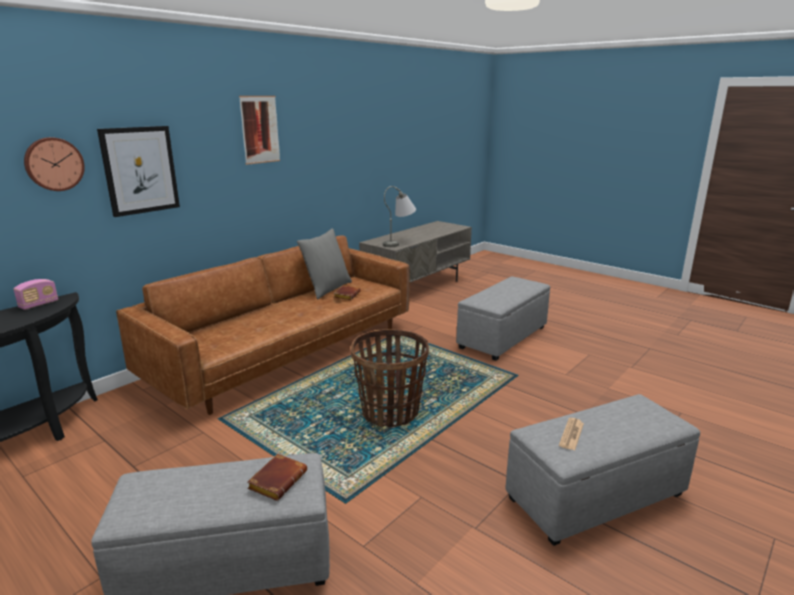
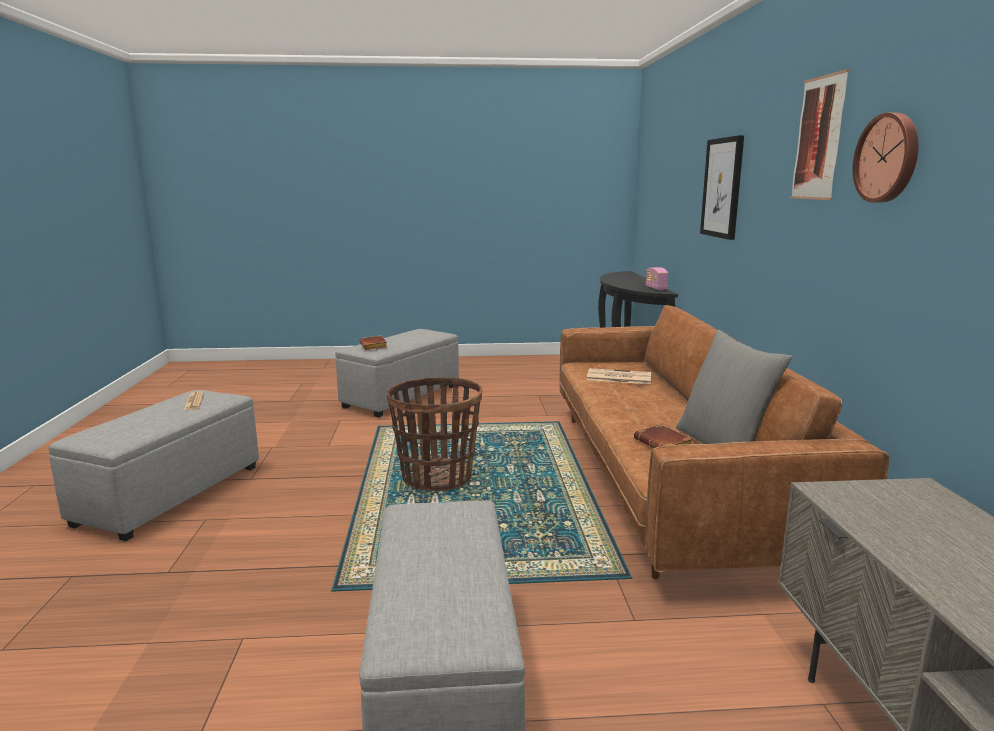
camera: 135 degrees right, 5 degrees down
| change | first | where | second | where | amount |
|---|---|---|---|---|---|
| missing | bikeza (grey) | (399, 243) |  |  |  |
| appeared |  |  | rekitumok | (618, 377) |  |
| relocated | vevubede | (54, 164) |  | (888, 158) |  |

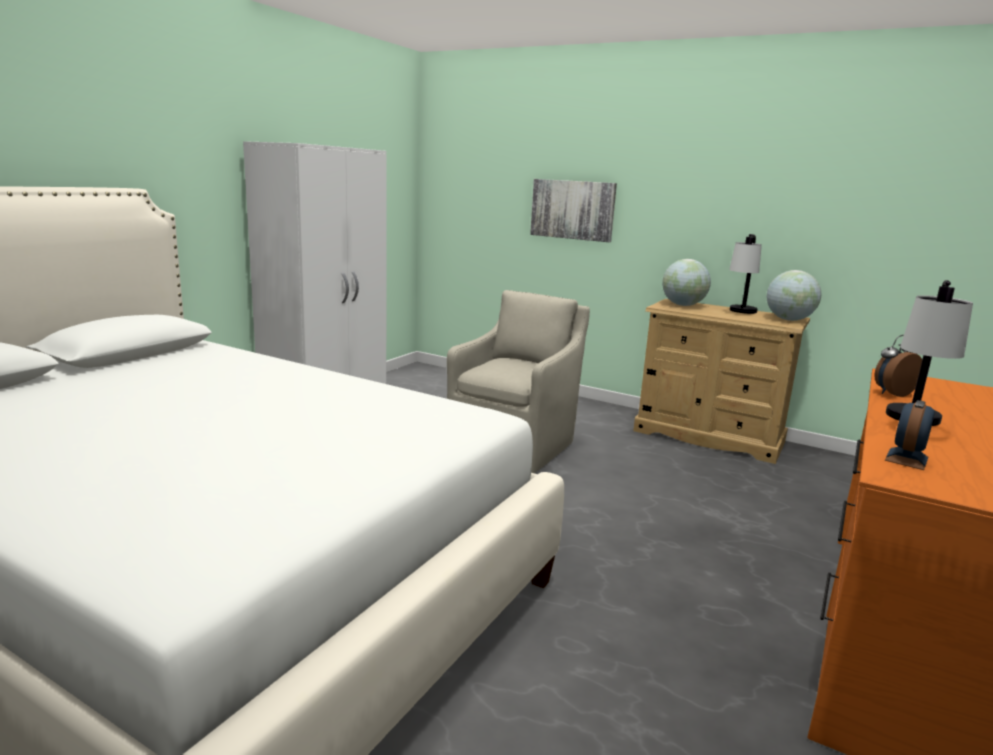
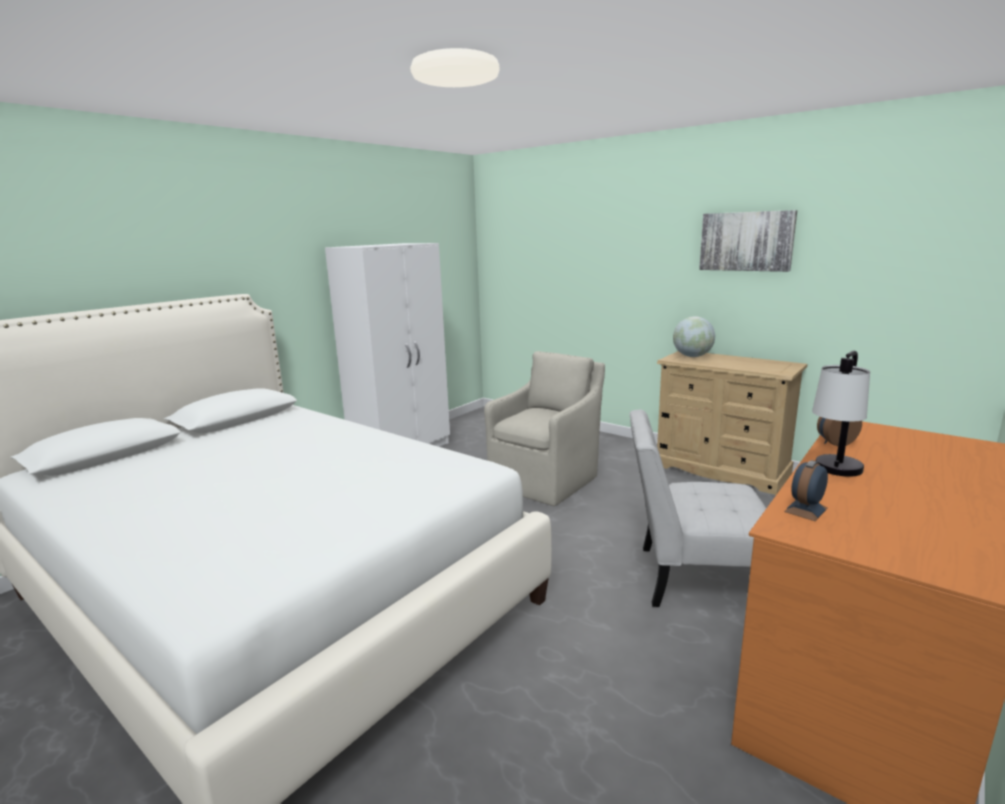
camera: 10 degrees right, 0 degrees up
| change | first | where | second | where | amount |
|---|---|---|---|---|---|
| missing | bikeza | (740, 313) |  |  |  |
| missing | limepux | (788, 320) |  |  |  |
| appeared |  |  | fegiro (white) | (691, 577) |  |
| relocated | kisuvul | (572, 209) |  | (746, 241) |  |

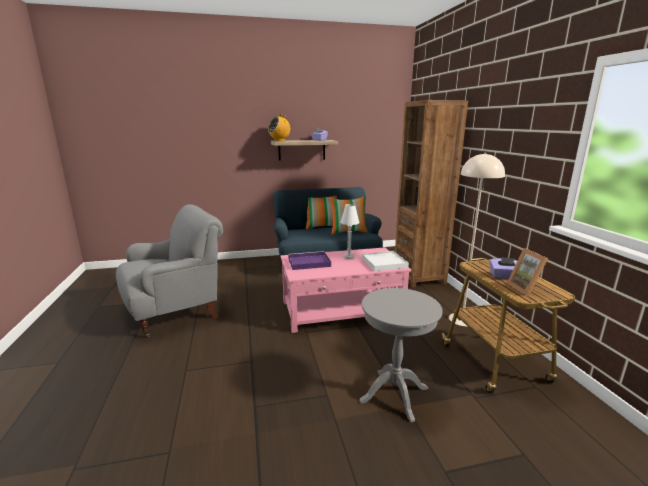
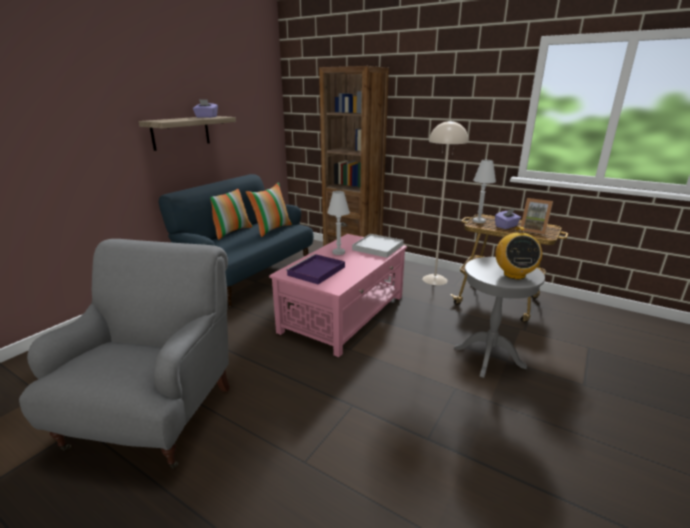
camera: 45 degrees left, 5 degrees up
| change | first | where | second | where | amount |
|---|---|---|---|---|---|
| appeared |  |  | bikeza (white) | (478, 221) |  |
| relocated | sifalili | (279, 141) |  | (514, 274) |  |

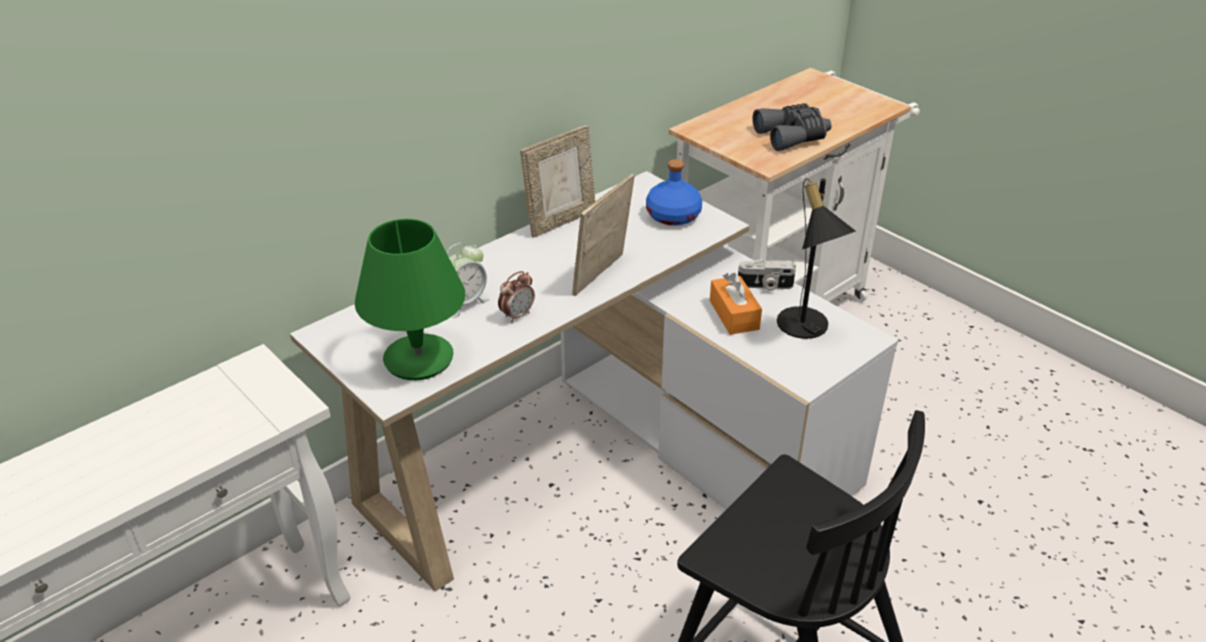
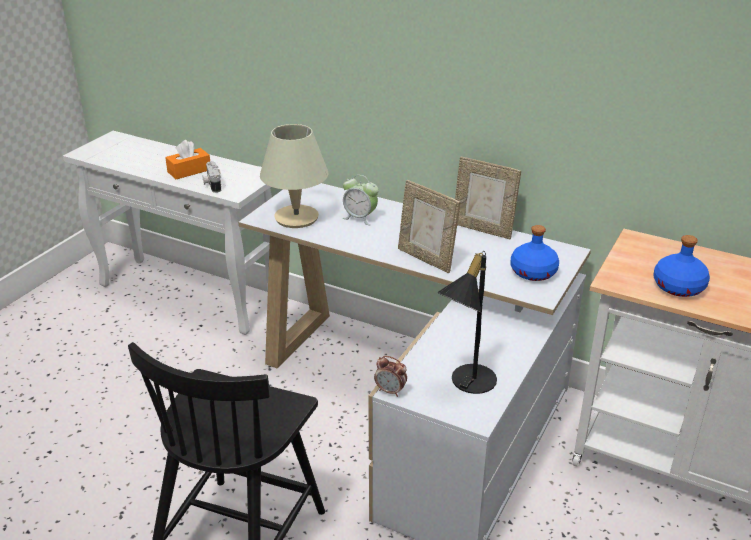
camera: 70 degrees right, 5 degrees down
| change | first | where | second | where | amount |
|---|---|---|---|---|---|
| relocated | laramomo | (517, 315) |  | (390, 391) |  |
| relocated | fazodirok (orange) | (734, 315) |  | (189, 171) |  |
| relocated | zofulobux | (765, 286) |  | (212, 184) |  |
| exchanged | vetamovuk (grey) | (793, 136) | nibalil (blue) | (678, 287) |  |
| colour | bikeza (green) | (418, 359) | bikeza (beige) | (296, 217) |  |
| spun | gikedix | (603, 276) |  | (426, 259) | 150 degrees counterclockwise |

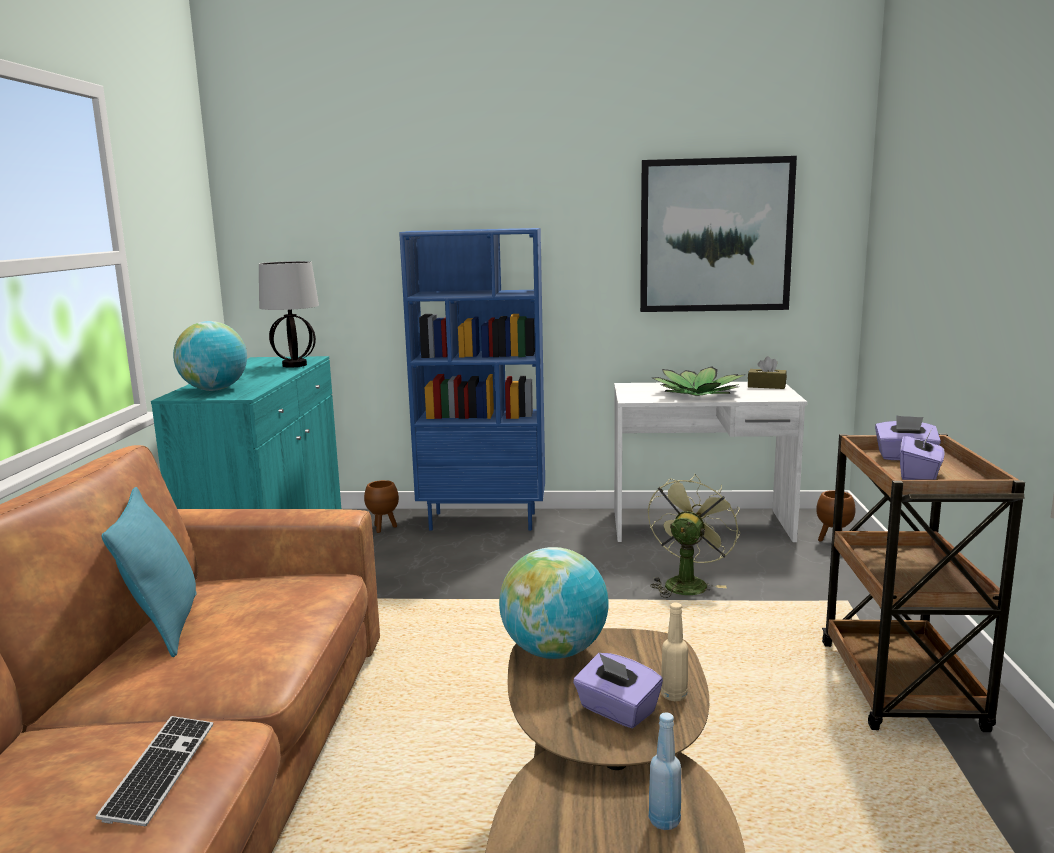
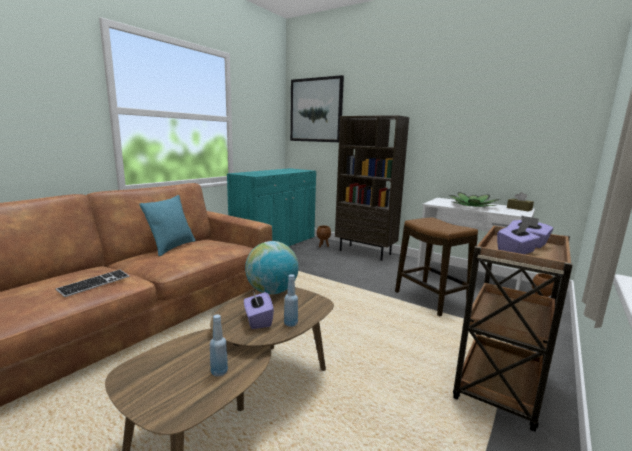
camera: 30 degrees right, 0 degrees up
| change | first | where | second | where | amount |
|---|---|---|---|---|---|
| missing | limepux | (214, 389) |  |  |  |
| missing | bikeza | (293, 365) |  |  |  |
| relocated | kisuvul | (715, 235) |  | (316, 110) |  |
| exchanged | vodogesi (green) | (687, 583) | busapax | (430, 299) |  |
| colour | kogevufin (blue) | (484, 521) | kogevufin (brown) | (365, 252) |  |
| colour | nibalil (beige) | (674, 695) | nibalil (blue) | (291, 323) |  |

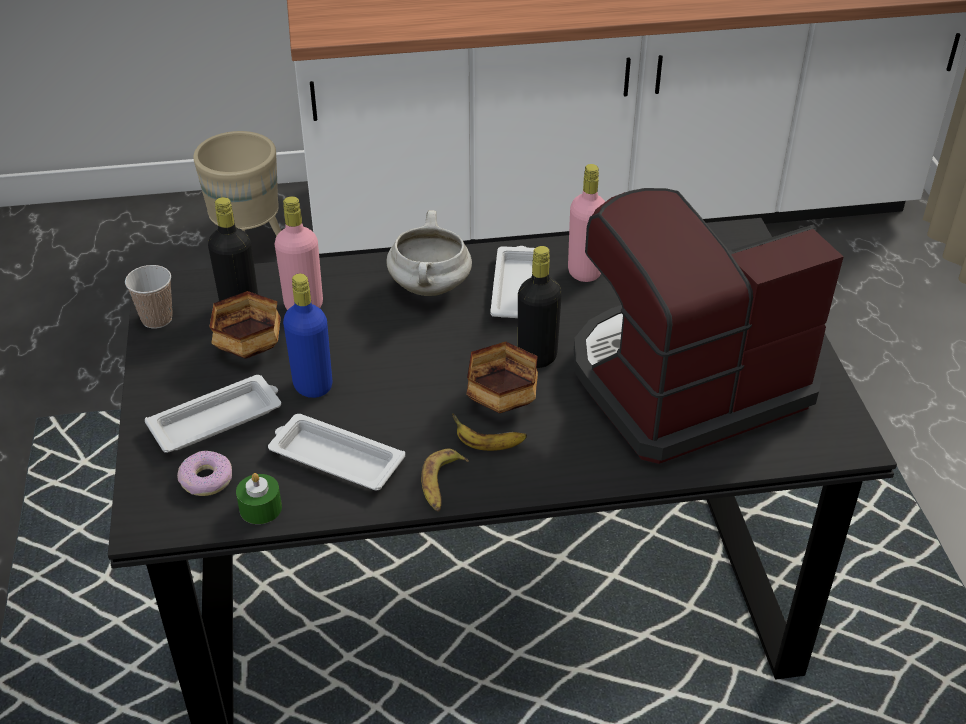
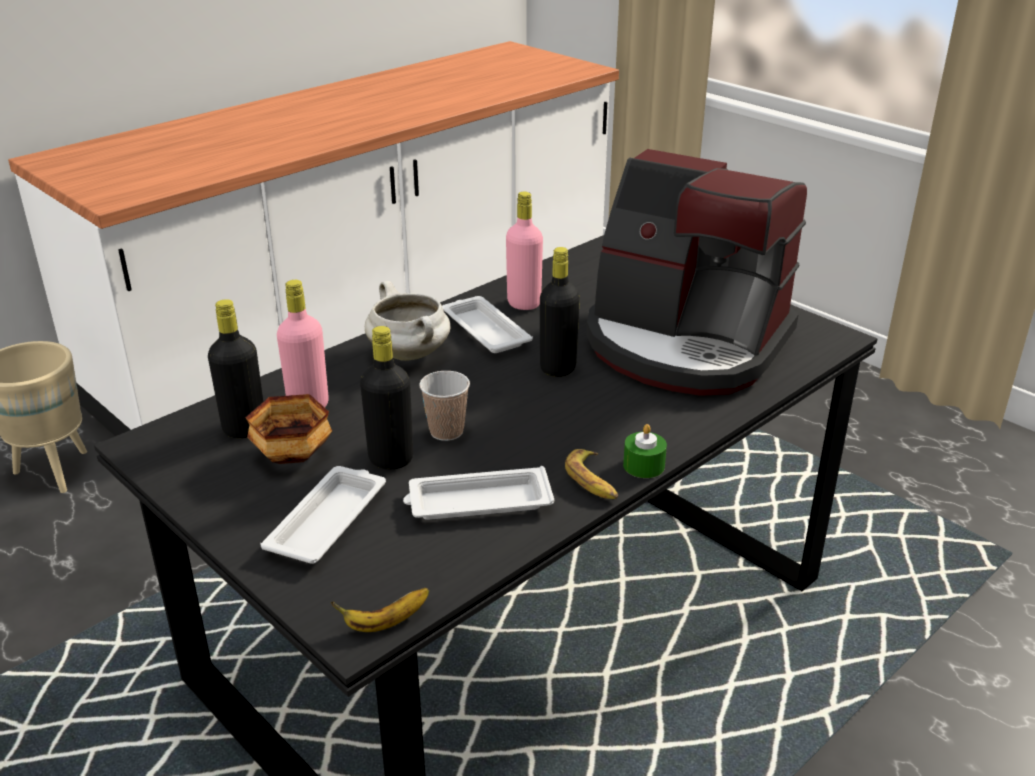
camera: 35 degrees left, 10 degrees down
| change | first | where | second | where | amount |
|---|---|---|---|---|---|
| missing | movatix | (206, 480) |  |  |  |
| missing | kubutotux | (500, 400) |  |  |  |
| relocated | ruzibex | (157, 319) |  | (446, 431) |  |
| relocated | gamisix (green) | (260, 508) |  | (644, 465) |  |
| relocated | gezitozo | (487, 446) |  | (385, 623) |  |
| colour | nibalil (blue) | (313, 386) | nibalil (black) | (391, 459) |  |
| spun | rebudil | (684, 383) |  | (685, 344) | 90 degrees counterclockwise |

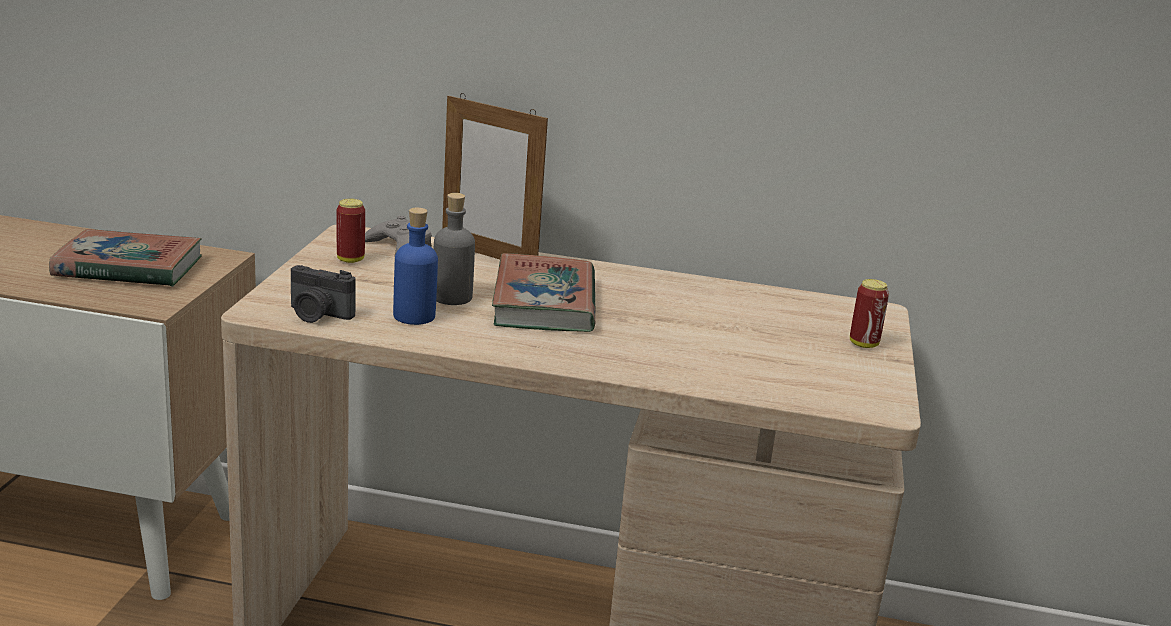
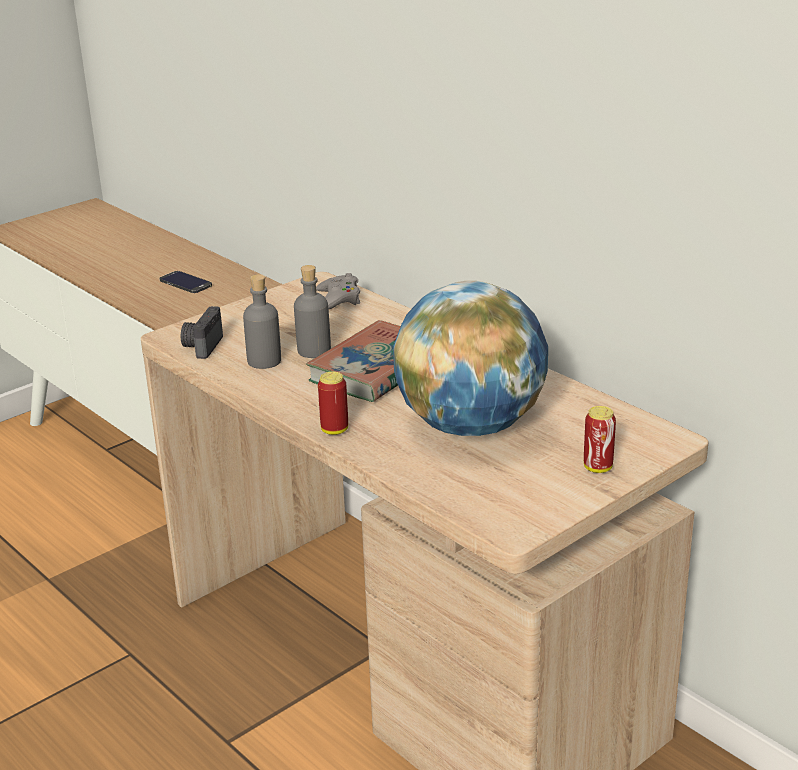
camera: 40 degrees right, 5 degrees up
| change | first | where | second | where | amount |
|---|---|---|---|---|---|
| missing | gikedix | (488, 255) |  |  |  |
| appeared |  |  | limepux | (471, 426) |  |
| relocated | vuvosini | (350, 259) |  | (334, 430) |  |
| exchanged | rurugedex | (128, 267) | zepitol | (185, 283) |  |
| colour | nibalil (blue) | (414, 316) | nibalil (grey) | (264, 361) |  |
| spun | zofulobux | (317, 315) |  | (202, 346) | 45 degrees clockwise |

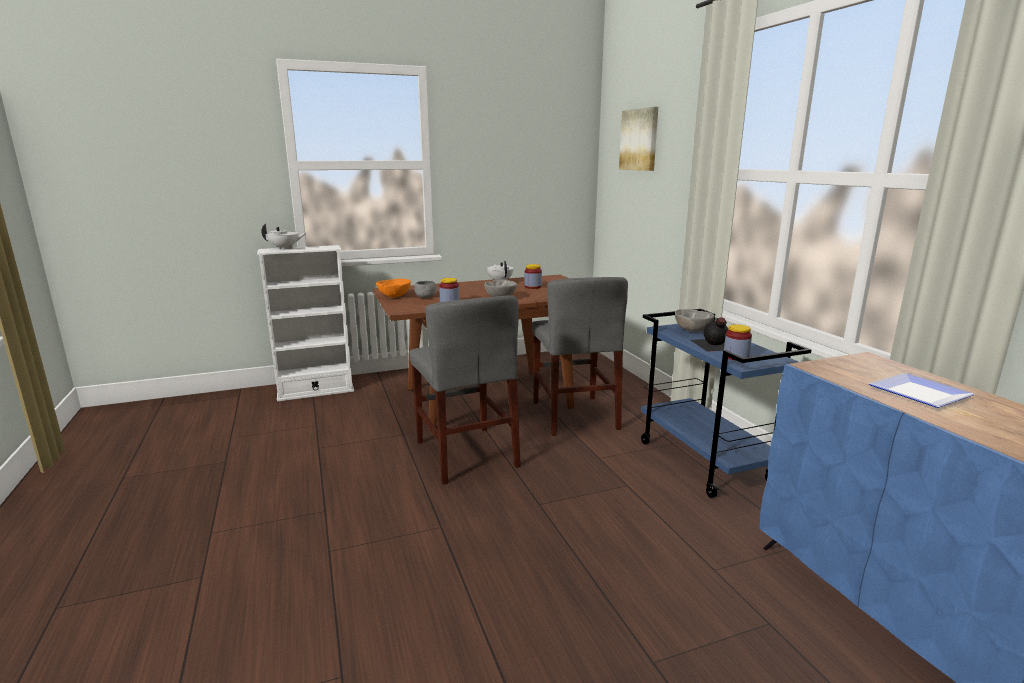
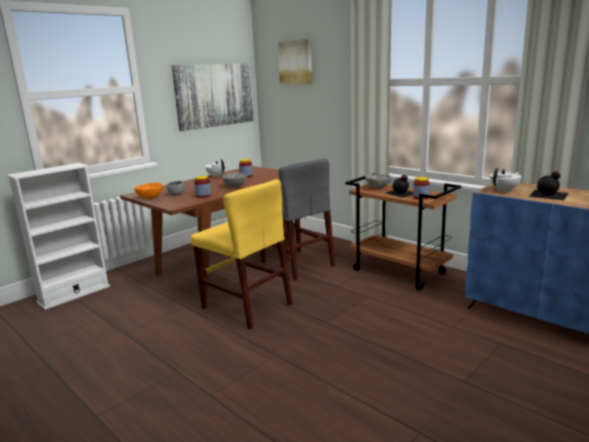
camera: 25 degrees left, 0 degrees up
| change | first | where | second | where | amount |
|---|---|---|---|---|---|
| appeared |  |  | kisuvul | (214, 95) |  |
| relocated | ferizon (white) | (285, 248) |  | (504, 190) |  |
| exchanged | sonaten | (920, 395) | nibalil (black) | (549, 195) |  |
| colour | fegiro (grey) | (466, 453) | fegiro (yellow) | (246, 306) |  |
| colour | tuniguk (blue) | (705, 462) | tuniguk (brown) | (399, 272) |  |

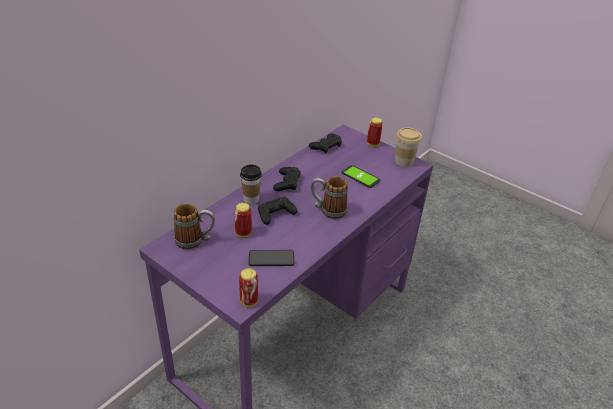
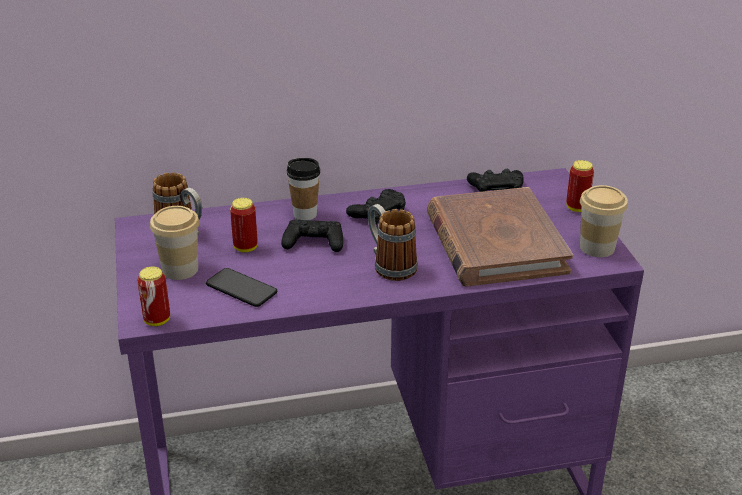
camera: 40 degrees right, 5 degrees down
| change | first | where | second | where | amount |
|---|---|---|---|---|---|
| appeared |  |  | ruzibex | (180, 269) |  |
| exchanged | zepitol | (360, 177) | rurugedex (brown) | (495, 243) |  |

